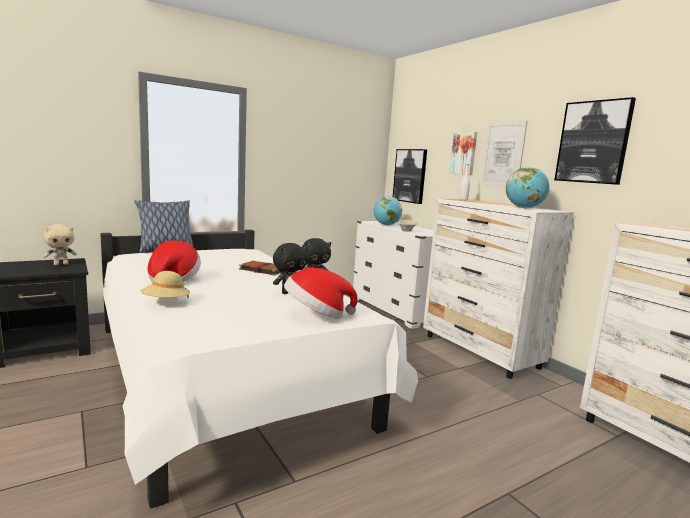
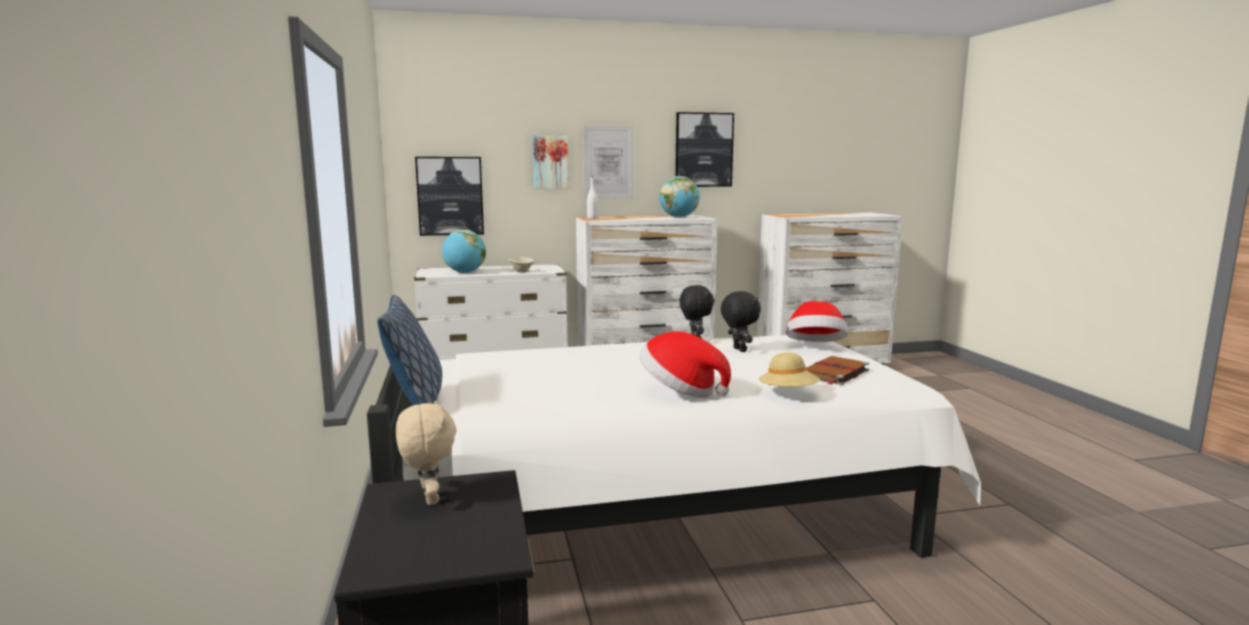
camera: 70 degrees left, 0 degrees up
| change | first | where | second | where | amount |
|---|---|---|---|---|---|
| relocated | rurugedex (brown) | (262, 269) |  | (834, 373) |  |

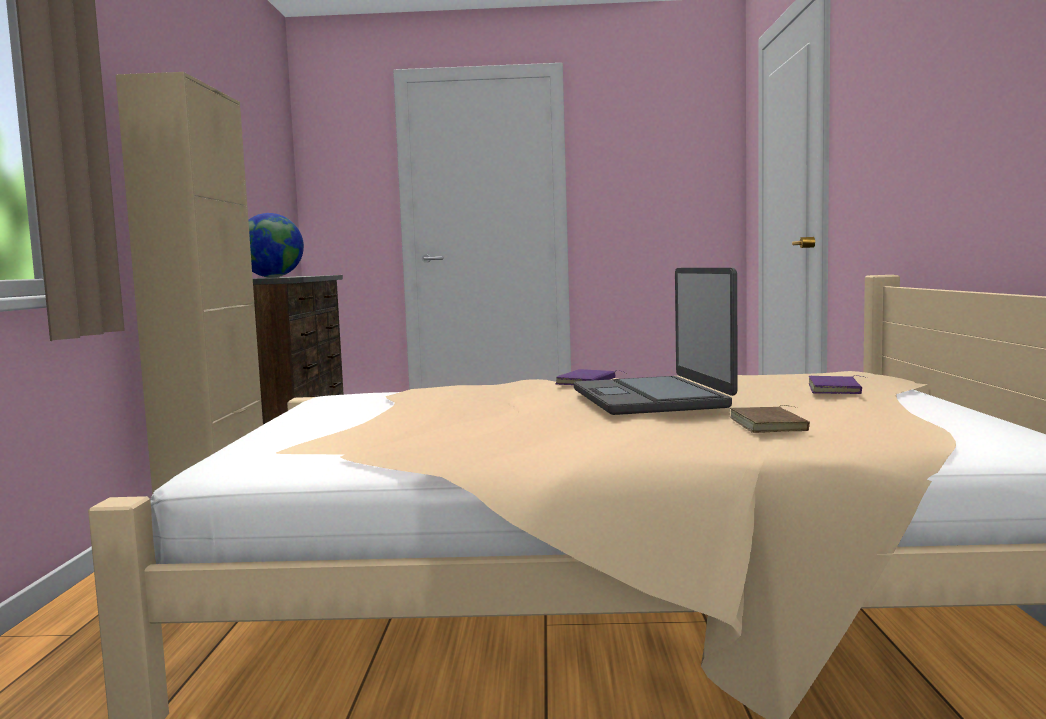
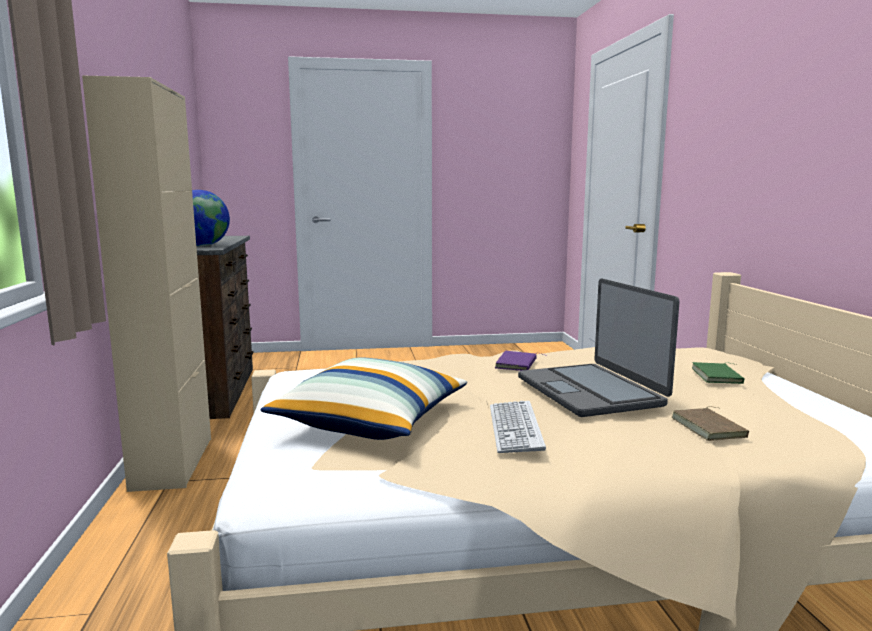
camera: 10 degrees left, 5 degrees up
| change | first | where | second | where | amount |
|---|---|---|---|---|---|
| appeared |  |  | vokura | (371, 422) |  |
| appeared |  |  | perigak | (515, 428) |  |
| colour | rurugedex (purple) | (836, 389) | rurugedex (green) | (718, 376) |  |

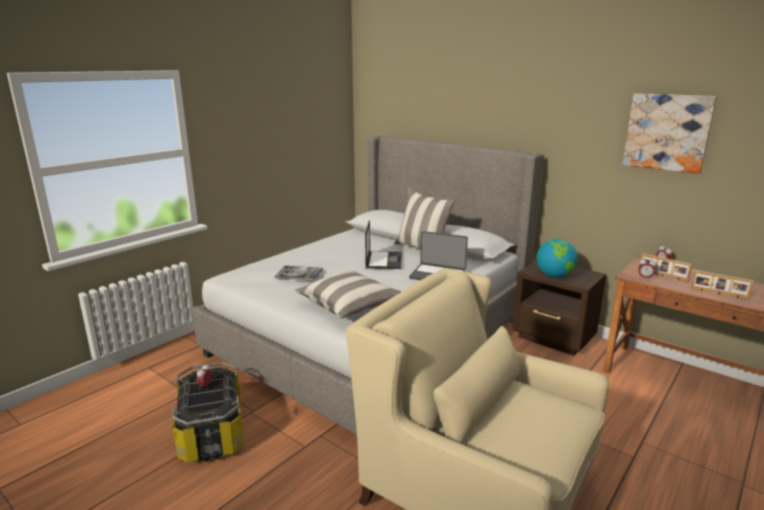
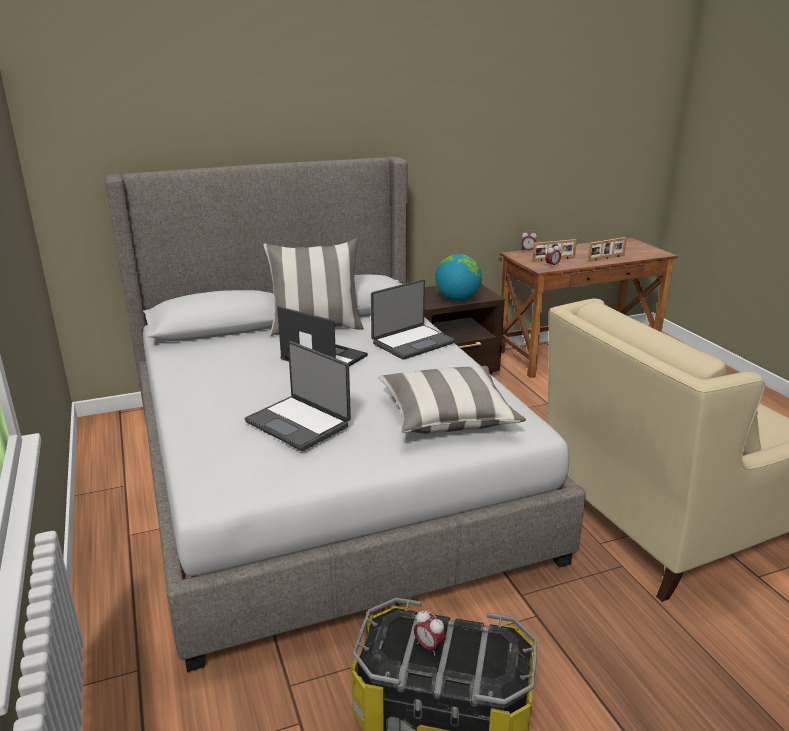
camera: 60 degrees left, 5 degrees up
| change | first | where | second | where | amount |
|---|---|---|---|---|---|
| missing | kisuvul | (667, 132) |  |  |  |
| exchanged | rurugedex | (299, 274) | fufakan | (299, 423) |  |

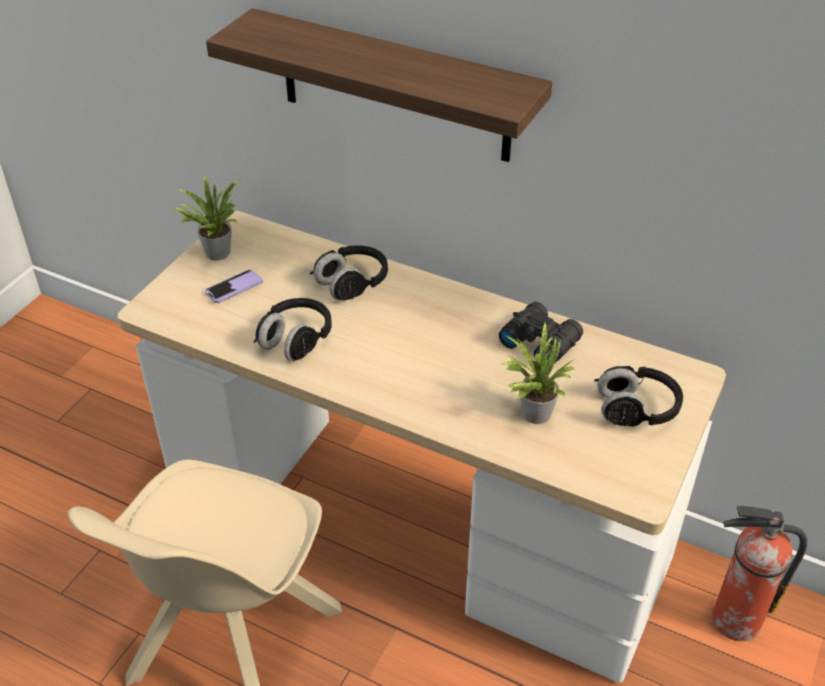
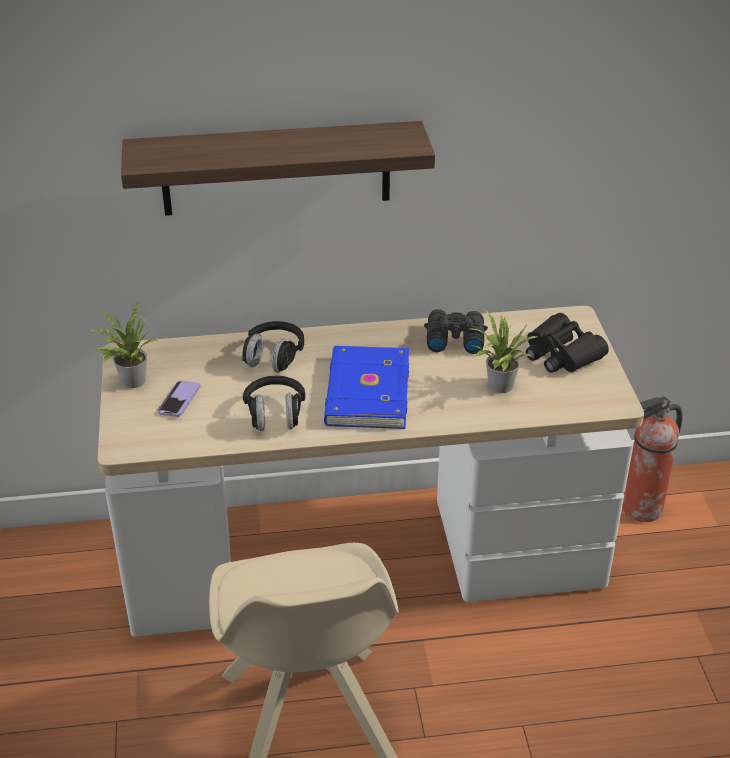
camera: 35 degrees left, 5 degrees down
| change | first | where | second | where | amount |
|---|---|---|---|---|---|
| appeared |  |  | rurugedex (blue) | (365, 392) |  |
| exchanged | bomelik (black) | (636, 410) | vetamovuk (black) | (561, 354) |  |

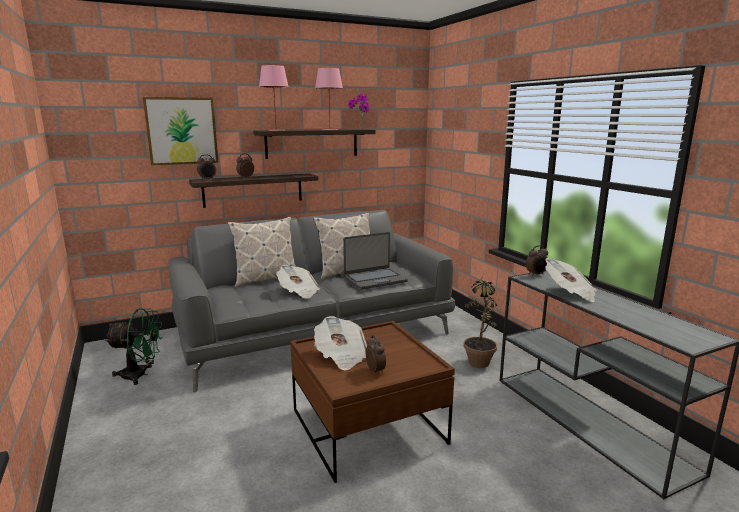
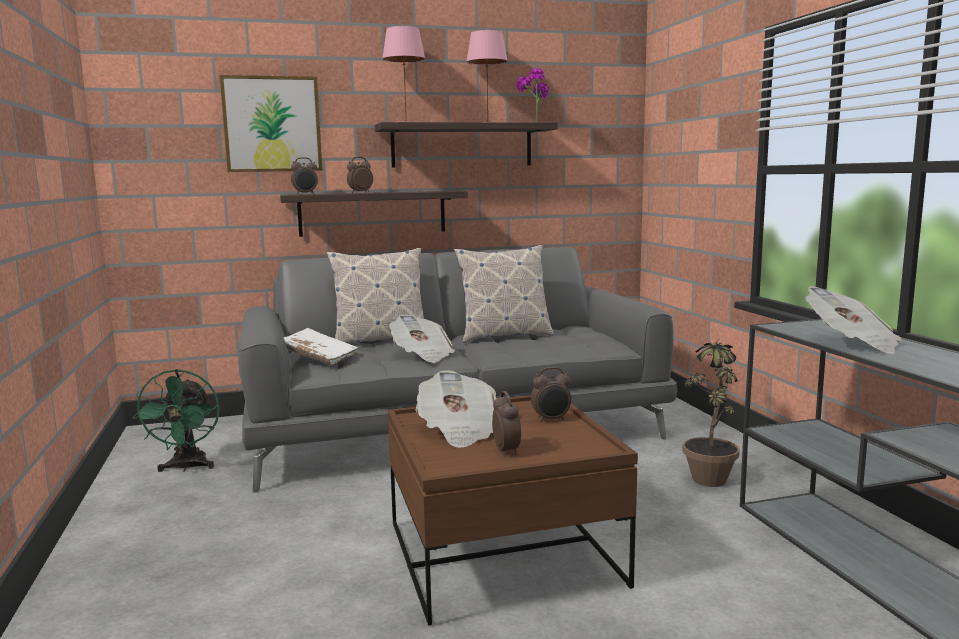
camera: 10 degrees right, 5 degrees down
| change | first | where | second | where | amount |
|---|---|---|---|---|---|
| missing | fufakan | (375, 279) |  |  |  |
| appeared |  |  | rurugedex (white) | (319, 358) |  |
| relocated | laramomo | (536, 275) |  | (551, 420) |  |
| spun | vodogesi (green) | (140, 375) |  | (187, 467) | 75 degrees clockwise |

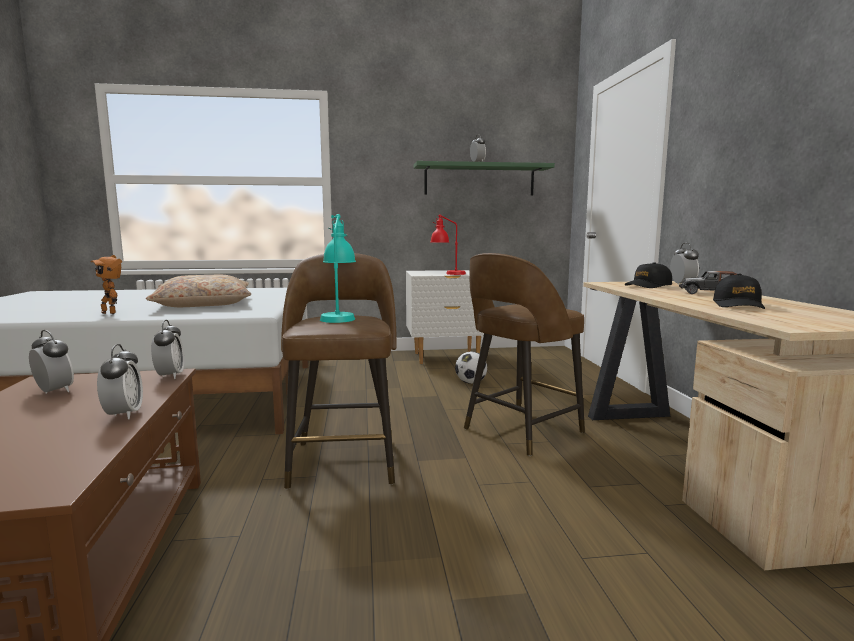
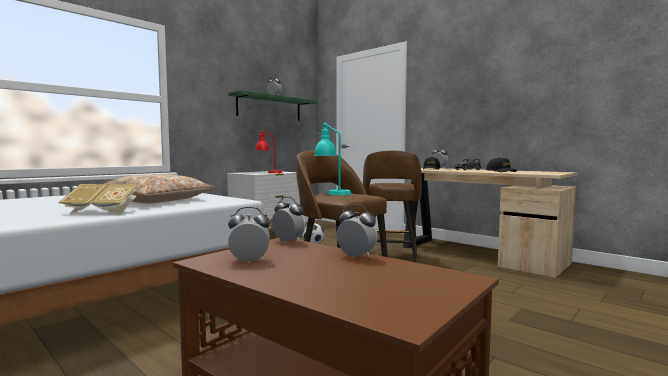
camera: 40 degrees left, 5 degrees down
| change | first | where | second | where | amount |
|---|---|---|---|---|---|
| exchanged | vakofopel | (111, 313) | rurugedex | (102, 212) |  |

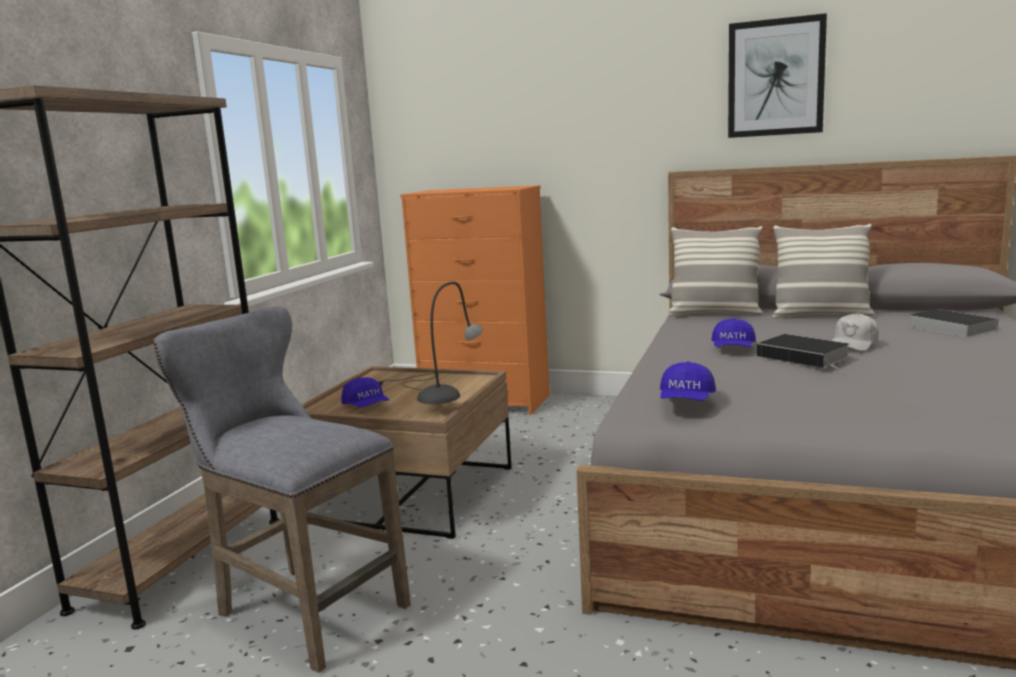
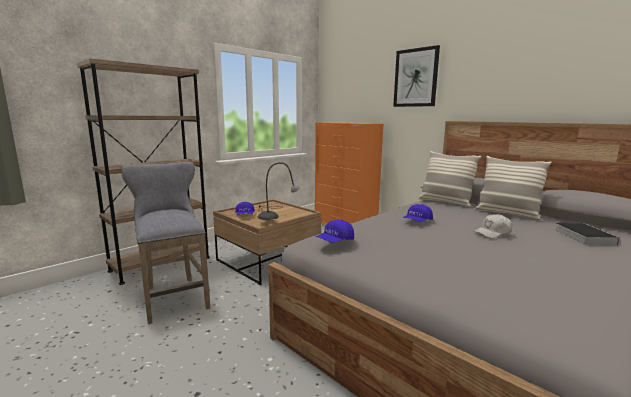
camera: 25 degrees right, 0 degrees up
| change | first | where | second | where | amount |
|---|---|---|---|---|---|
| missing | rurugedex | (805, 356) |  |  |  |
| relocated | kisuvul | (775, 78) |  | (415, 78) |  |

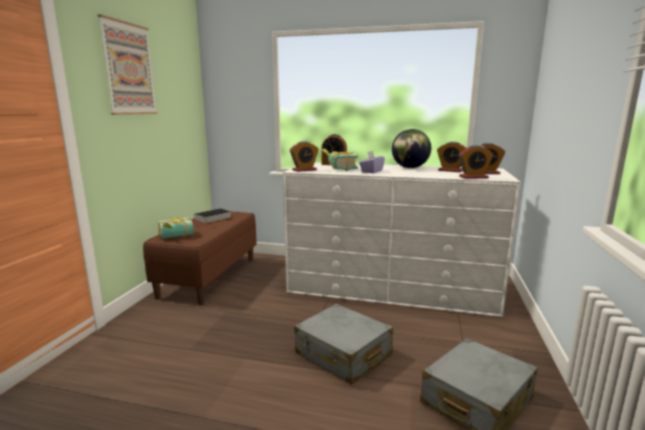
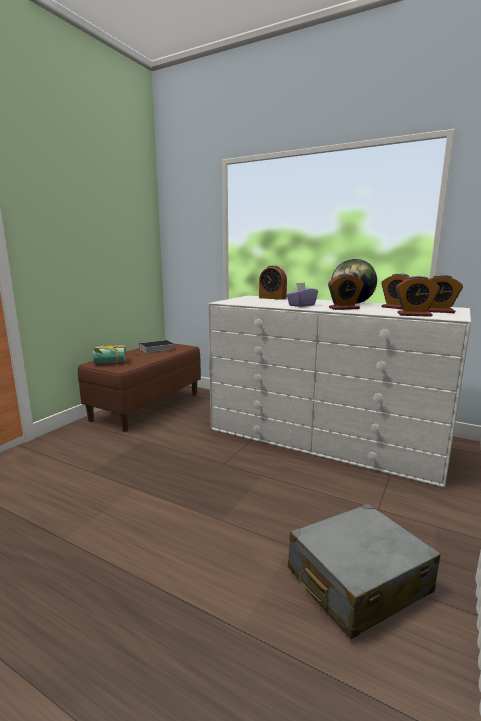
camera: 15 degrees right, 0 degrees up
| change | first | where | second | where | amount |
|---|---|---|---|---|---|
| missing | kisuvul | (129, 69) |  |  |  |
| missing | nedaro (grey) | (343, 354) |  |  |  |
| missing | rurugedex | (339, 169) |  |  |  |
| relocated | laramomo | (304, 170) |  | (344, 308) |  |

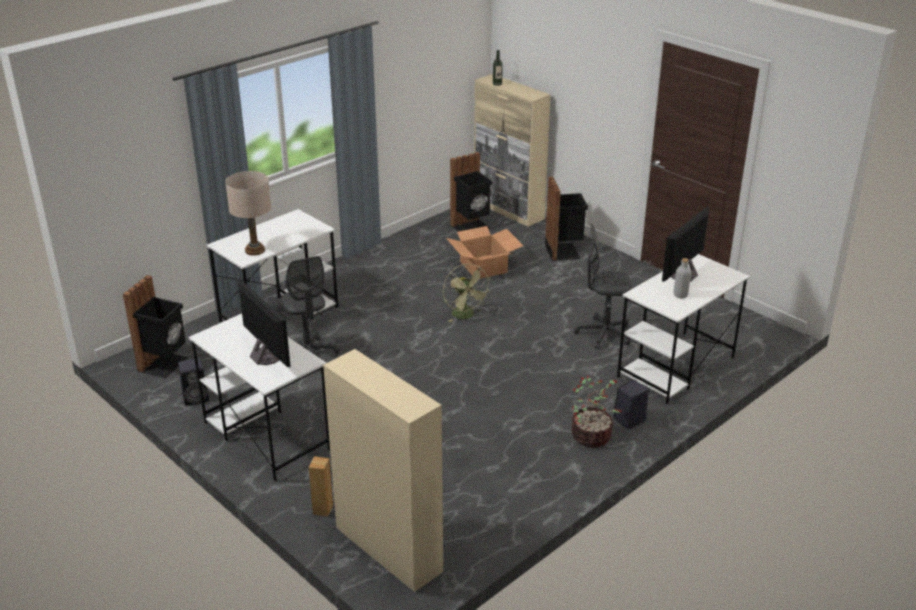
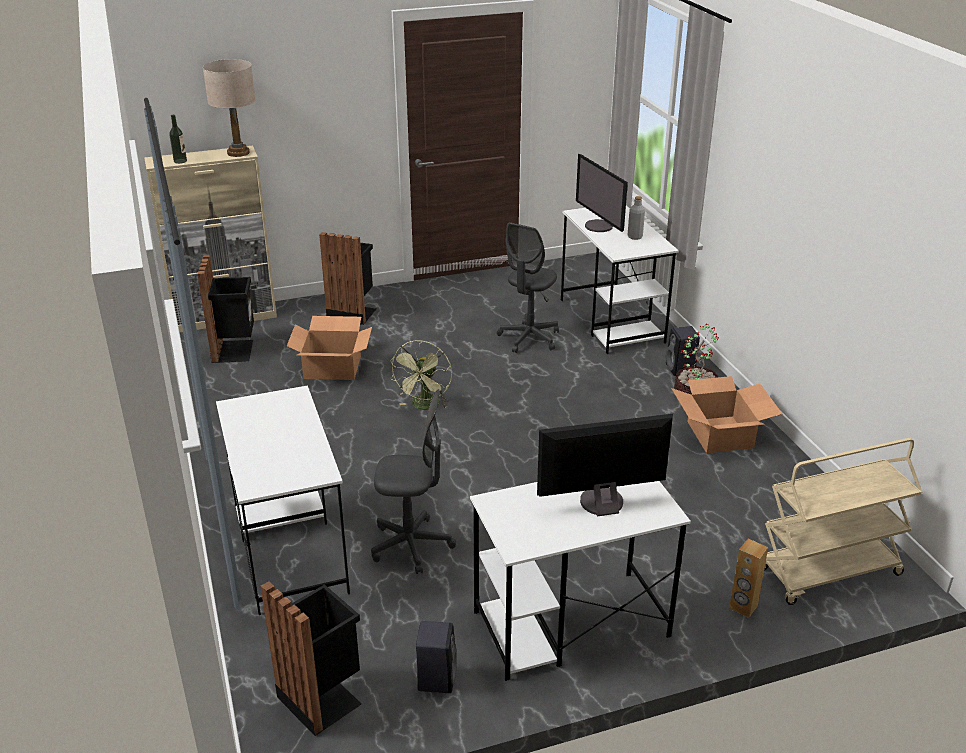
camera: 65 degrees left, 0 degrees up
| change | first | where | second | where | amount |
|---|---|---|---|---|---|
| appeared |  |  | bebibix | (720, 434) |  |
| relocated | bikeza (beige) | (254, 250) |  | (238, 153) |  |
| exchanged | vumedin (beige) | (388, 548) | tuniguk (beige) | (828, 573) |  |
| spun | vodogesi (green) | (466, 316) |  | (424, 406) | 105 degrees clockwise |

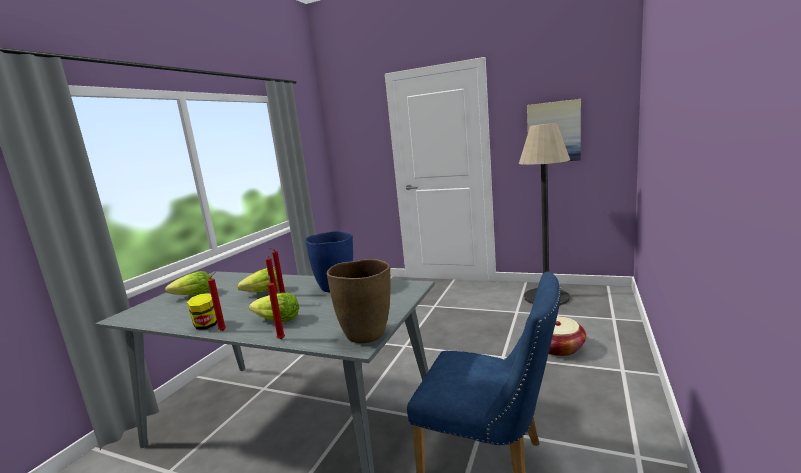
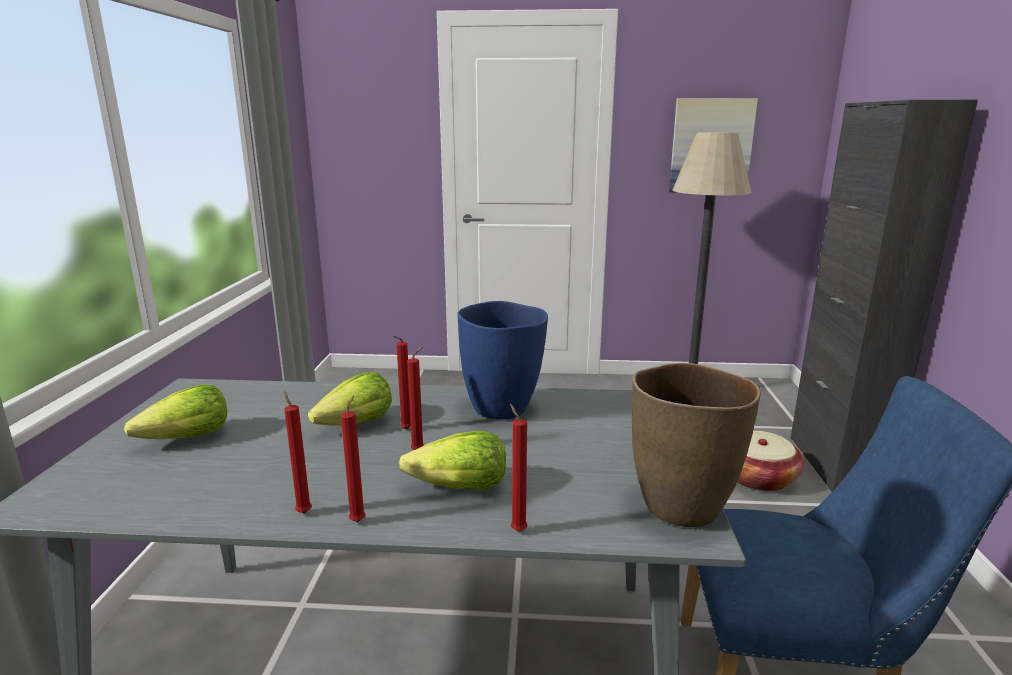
camera: 20 degrees left, 5 degrees up
| change | first | where | second | where | amount |
|---|---|---|---|---|---|
| appeared |  |  | vumedin (black) | (834, 465) |  |
| exchanged | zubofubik | (206, 325) | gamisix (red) | (303, 512) |  |

